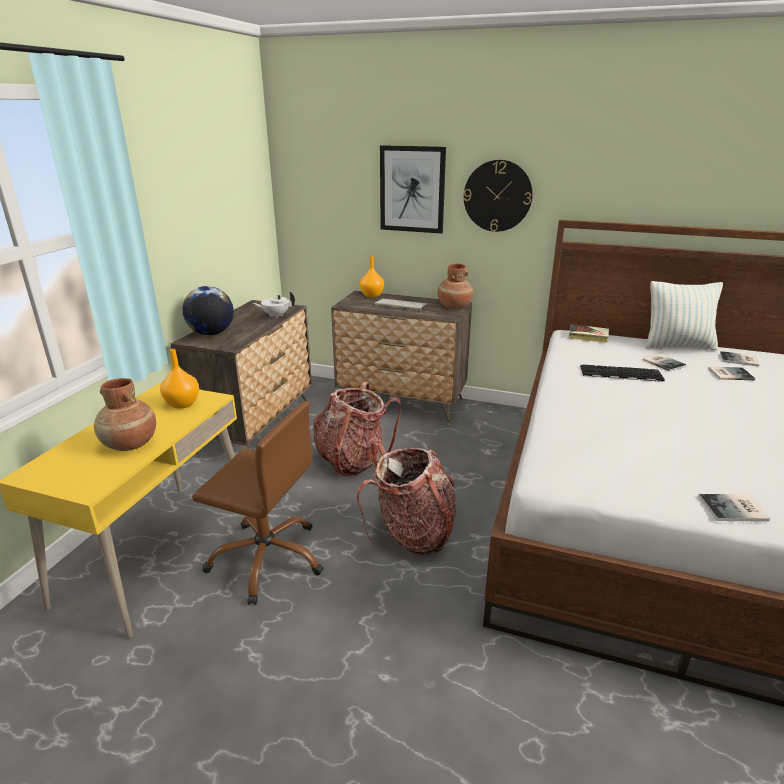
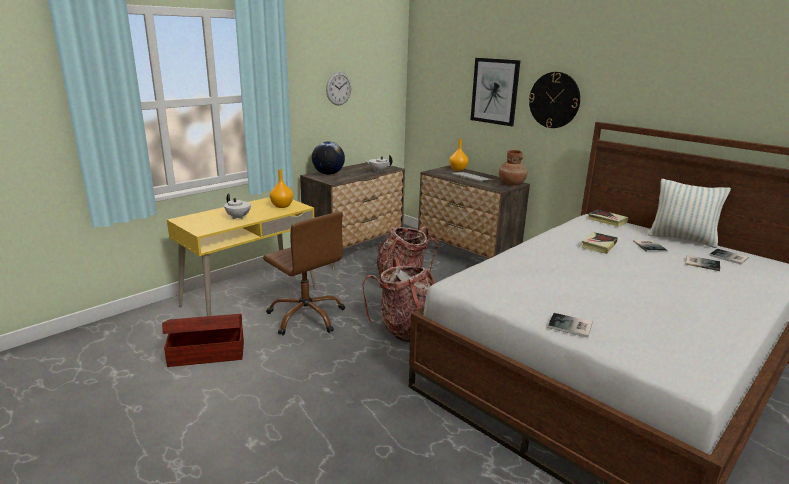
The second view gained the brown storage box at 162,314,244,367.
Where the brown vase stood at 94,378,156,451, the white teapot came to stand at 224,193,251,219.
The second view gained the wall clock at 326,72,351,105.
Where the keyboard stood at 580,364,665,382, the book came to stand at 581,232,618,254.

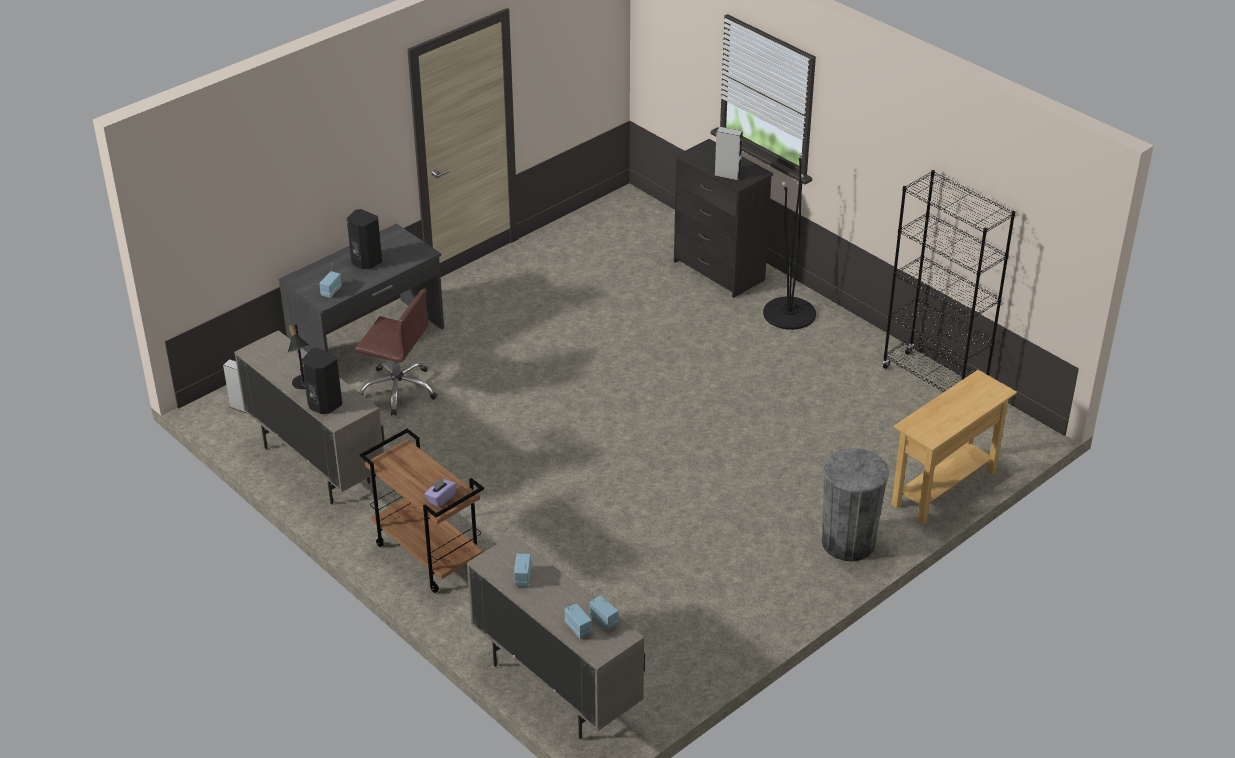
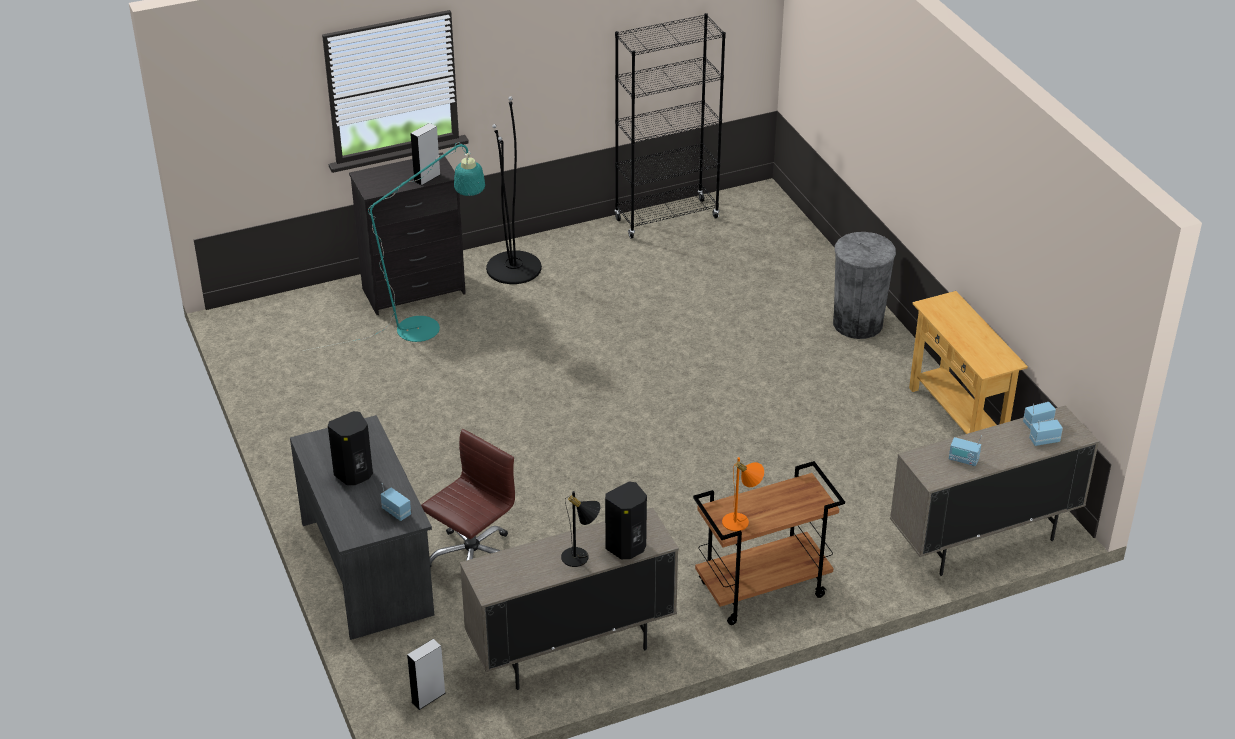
The second view gained the turquoise floor lamp at 302,142,485,351.
The second view gained the orange table lamp at 722,457,764,531.
The beige console table ended up elsewhere, having gone from 891,370,1017,525 to 909,291,1028,434.
The second view lost the purple tissue box at 424,478,457,508.

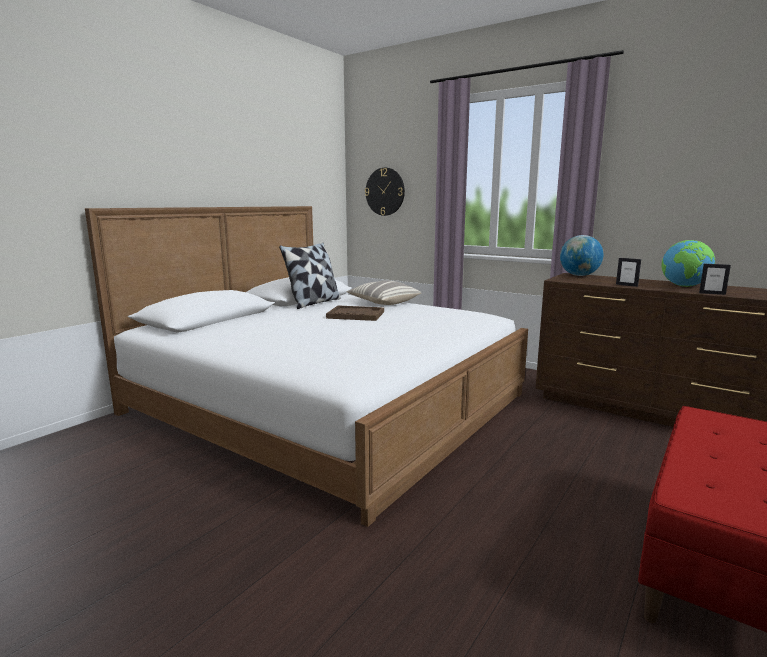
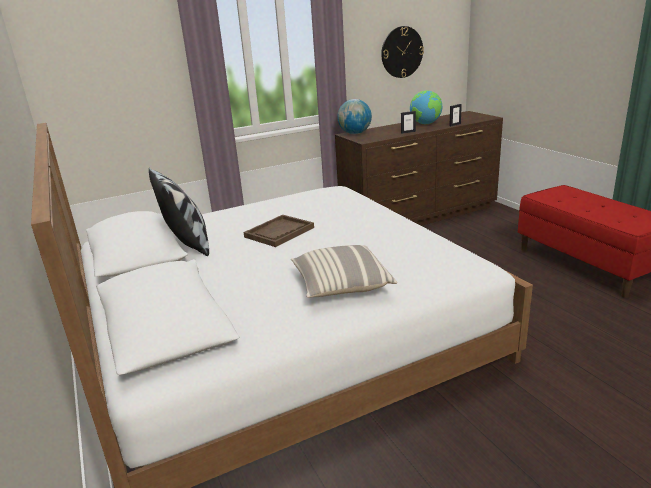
The pillow ended up elsewhere, having gone from 347,280,421,305 to 291,245,397,298.
The wall clock ended up elsewhere, having gone from 365,168,405,216 to 381,26,424,78.

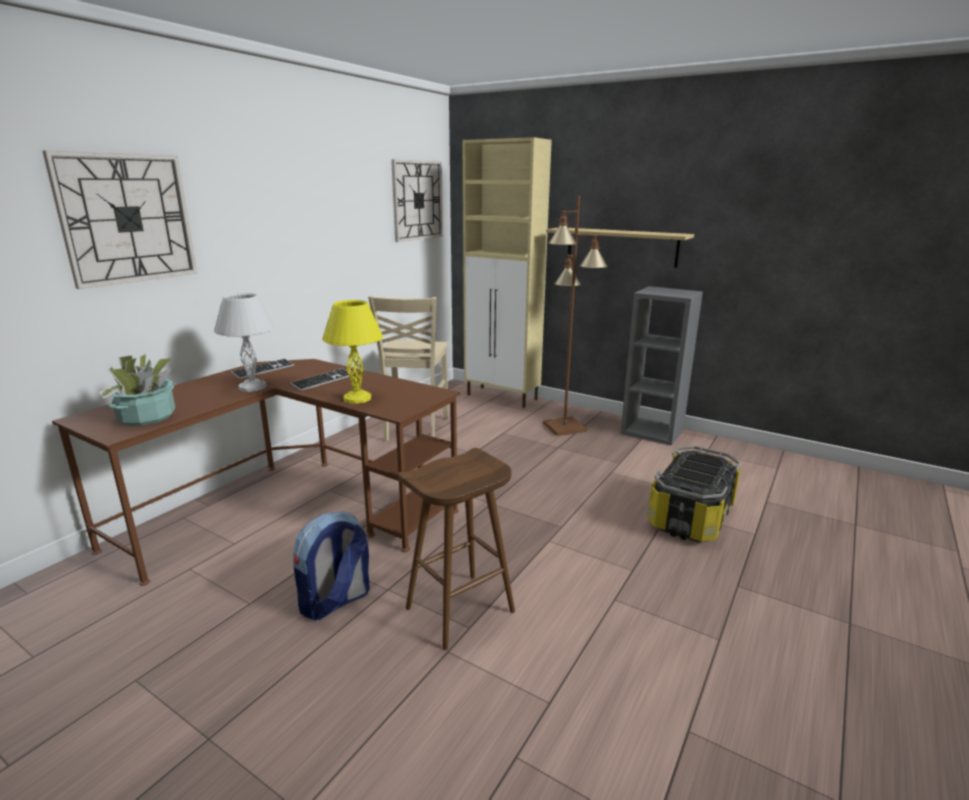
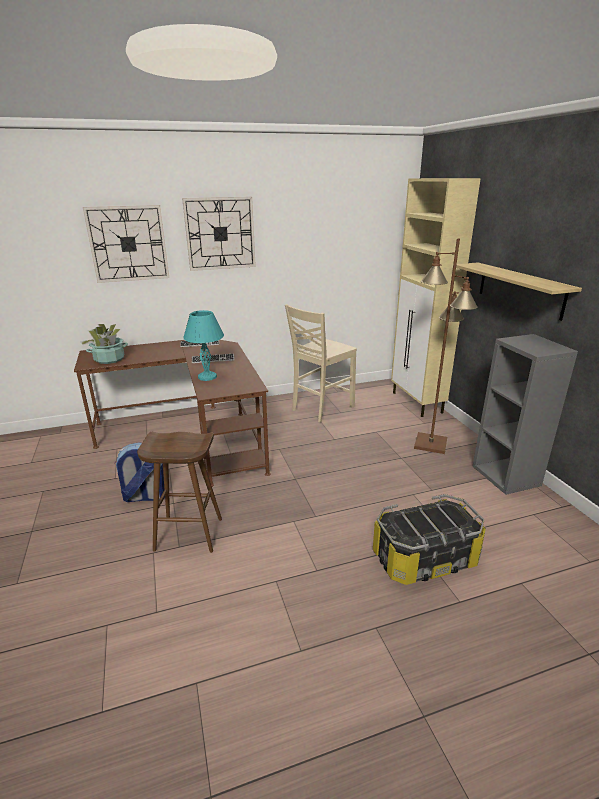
The wall clock ended up elsewhere, having gone from 391,159,443,242 to 182,197,256,271.
What was the yellow table lamp at 322,300,383,404 turned into the turquoise table lamp at 183,310,224,381.
The second view lost the white table lamp at 214,293,274,392.

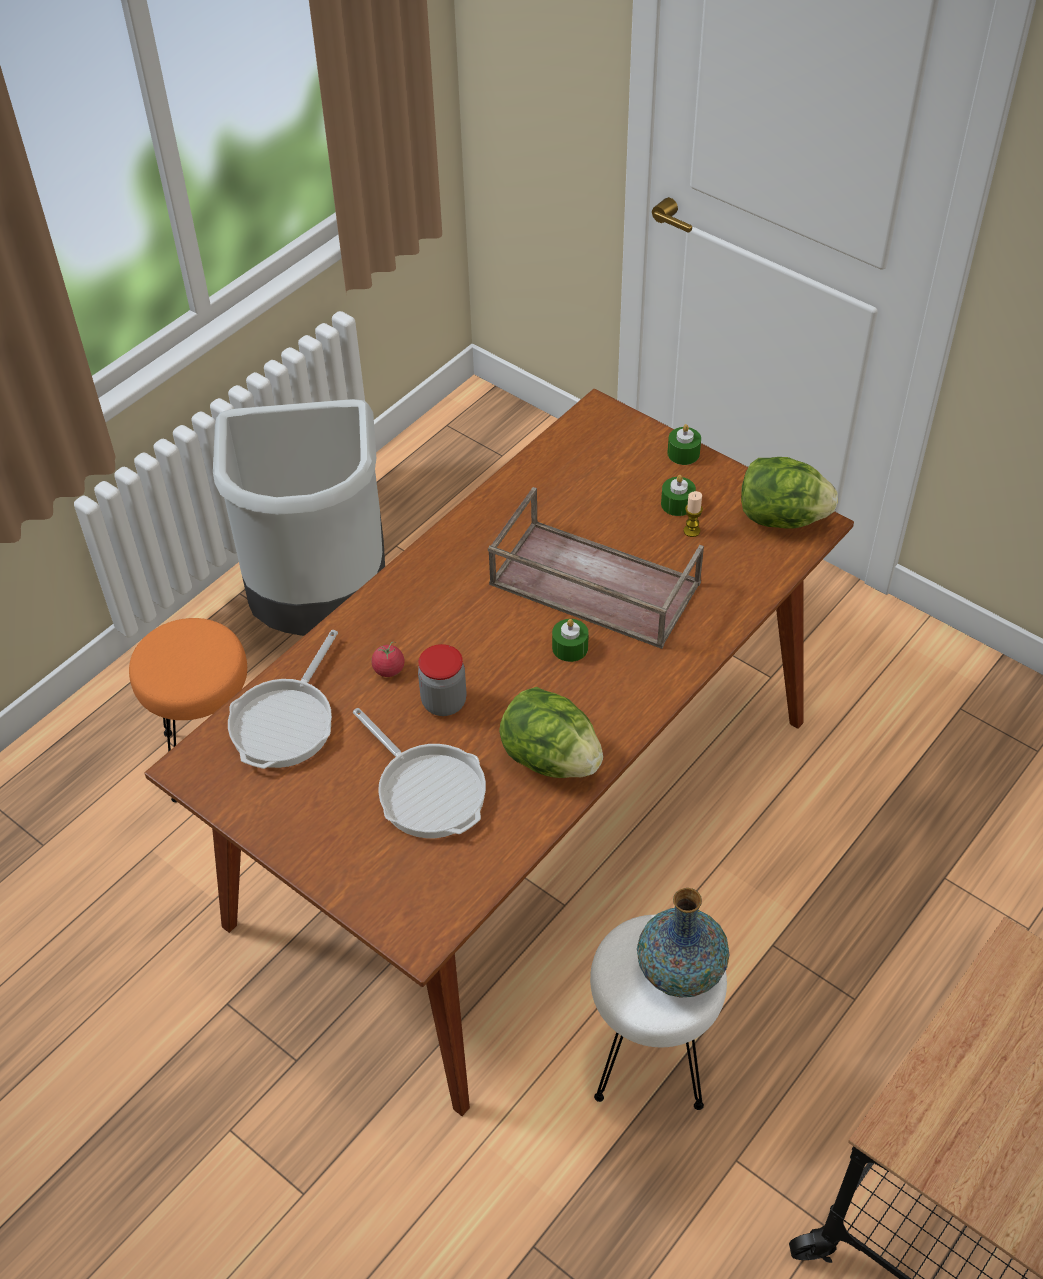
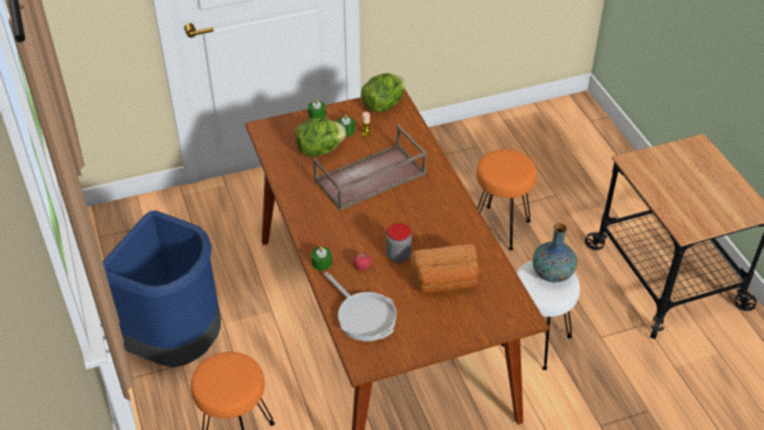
What was the grey trash can at 213,399,385,636 turned into the blue trash can at 103,211,221,367.
The lettuce ended up elsewhere, having gone from 499,687,603,778 to 295,118,346,157.
The green candle ended up elsewhere, having gone from 552,619,589,662 to 311,246,332,271.
Where the frying pan stood at 353,708,486,838, the bread came to stand at 410,244,479,293.
The second view gained the orange stool at 476,150,537,250.

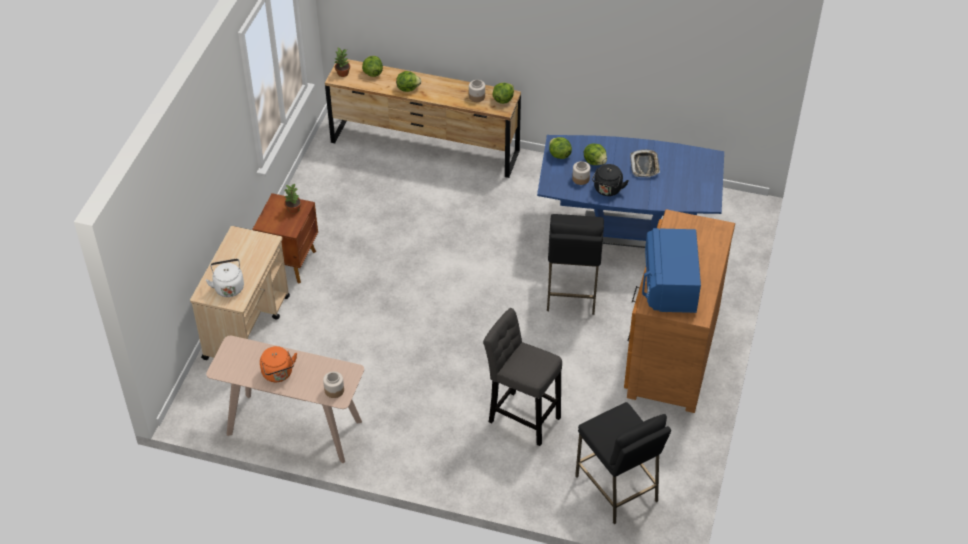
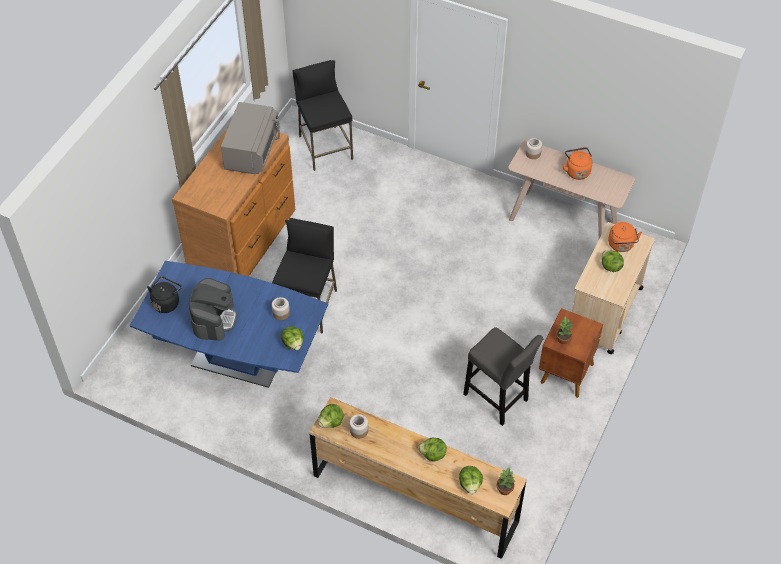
The black kettle ended up elsewhere, having gone from 592,164,629,196 to 147,276,182,313.
Where the tray stood at 630,149,660,177, the coffee machine came to stand at 189,278,237,341.
What was the blue microwave at 642,228,701,313 turned into the grey microwave at 221,102,280,174.
The grey stool ended up elsewhere, having gone from 483,308,562,446 to 463,327,543,426.
The lettuce ended up elsewhere, having gone from 584,143,607,165 to 602,250,624,272.
What was the white kettle at 206,259,244,297 turned into the orange kettle at 608,222,642,252.

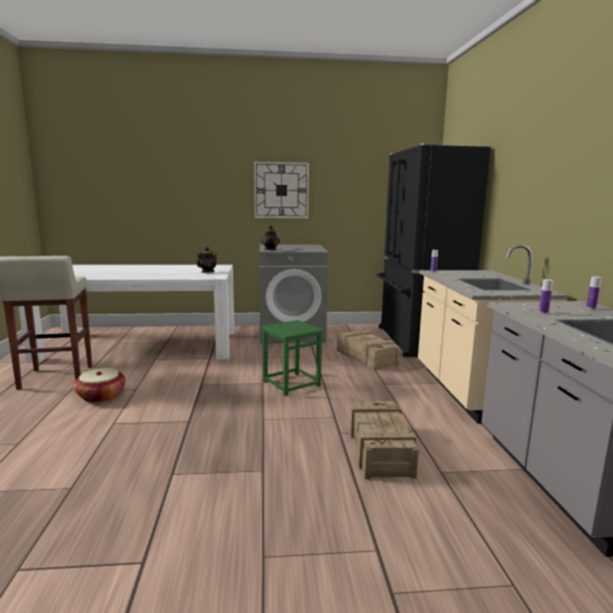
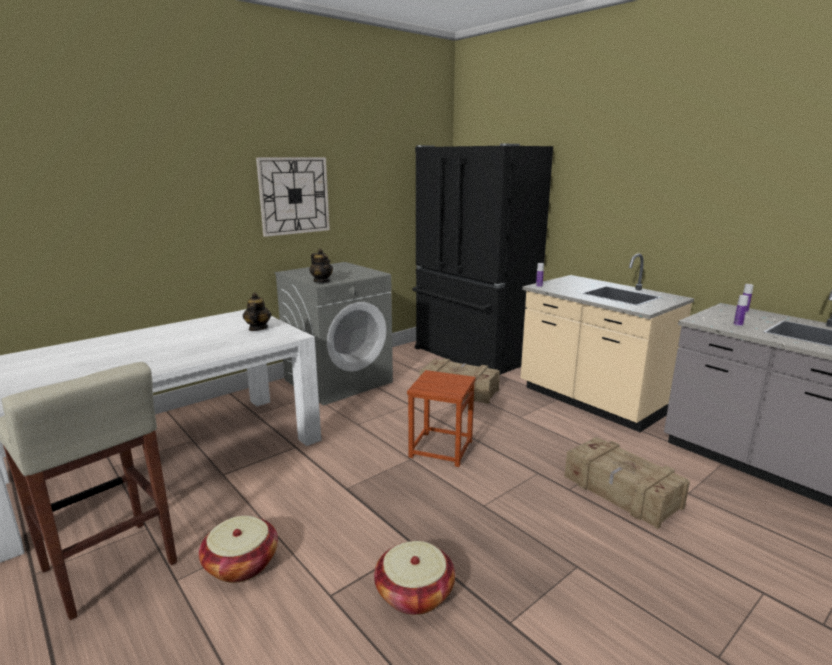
The second view gained the basket at 374,541,455,615.
What was the green stool at 262,320,323,396 turned into the brown stool at 407,370,476,467.

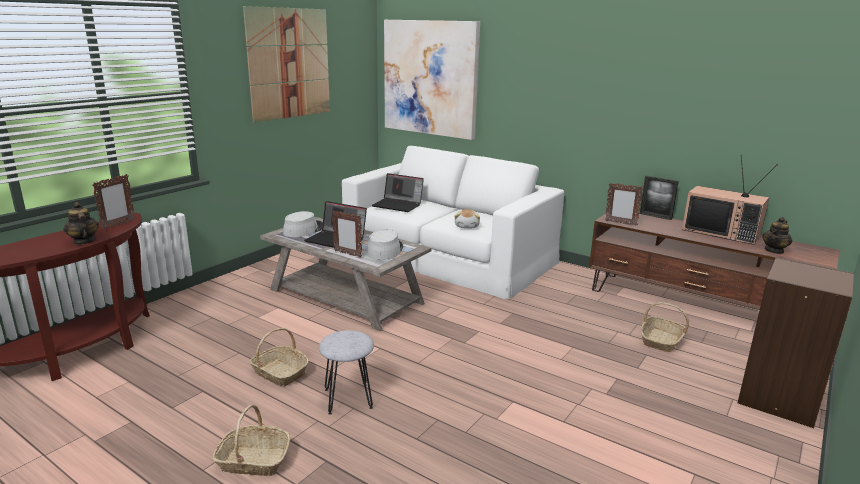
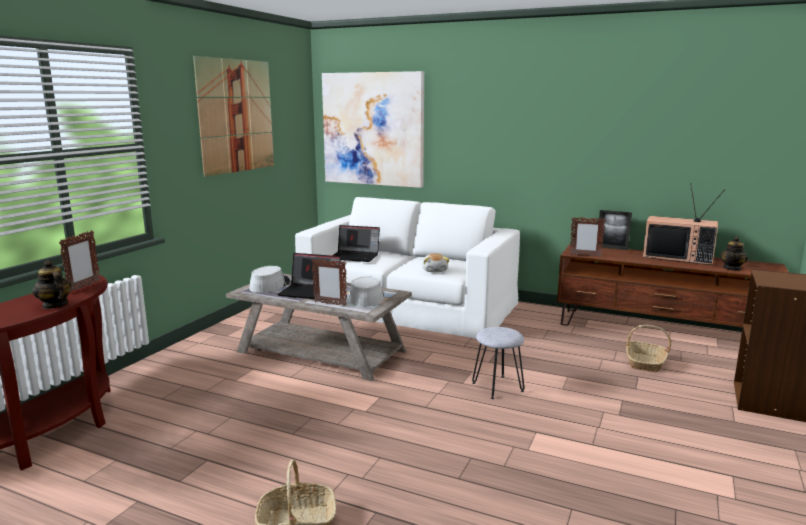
The grey stool ended up elsewhere, having gone from 319,330,374,415 to 472,327,525,399.
The second view lost the basket at 250,328,309,387.

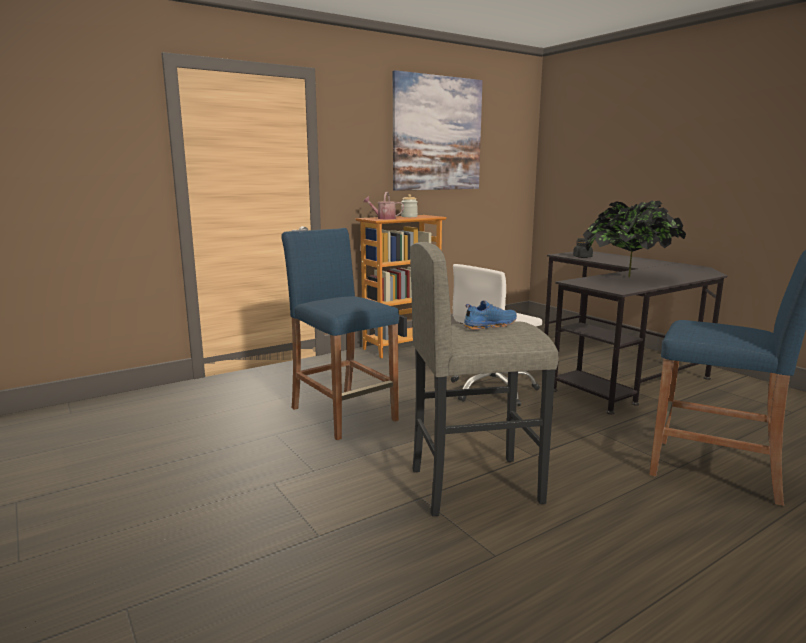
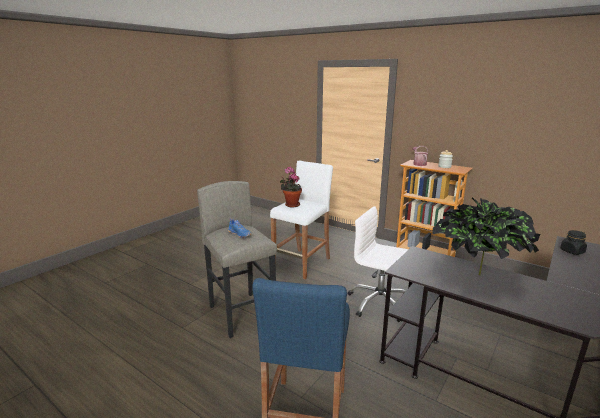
What was the blue stool at 282,228,399,440 turned into the white stool at 270,161,333,280.
The second view gained the potted plant at 280,167,302,207.
The second view lost the picture at 393,70,482,191.

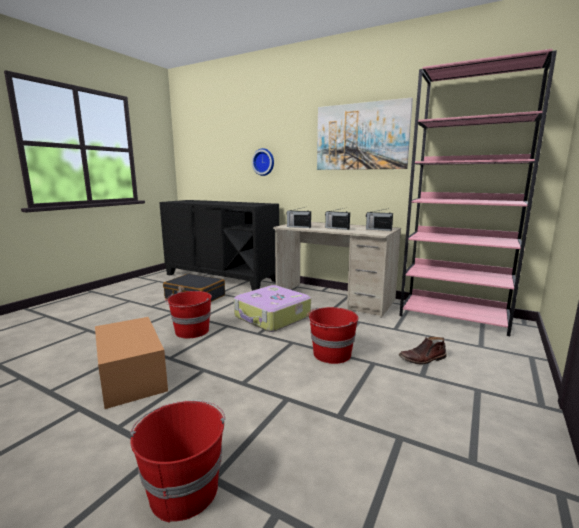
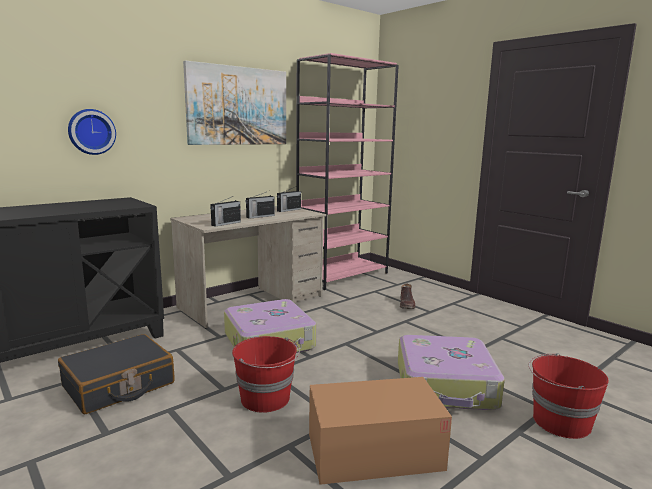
The second view gained the suitcase at 398,335,505,410.
The second view lost the red bucket at 307,307,359,364.

